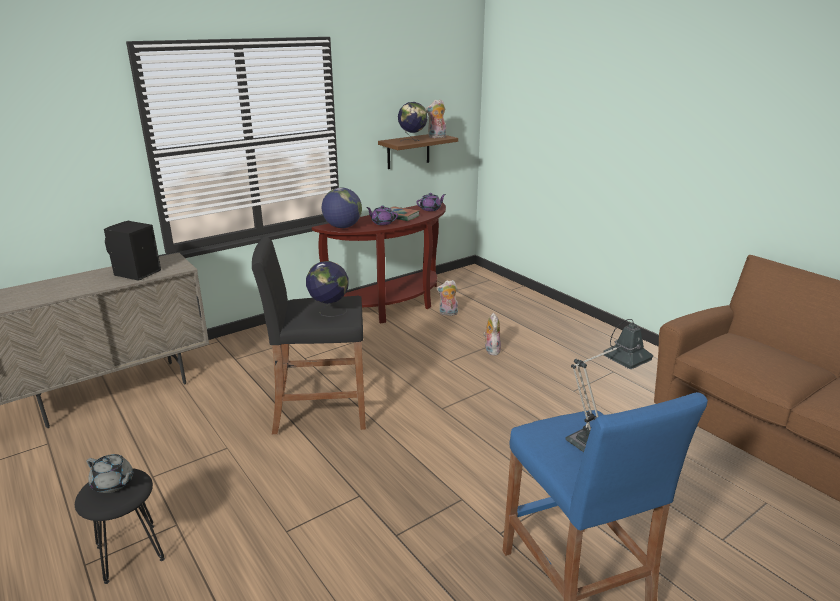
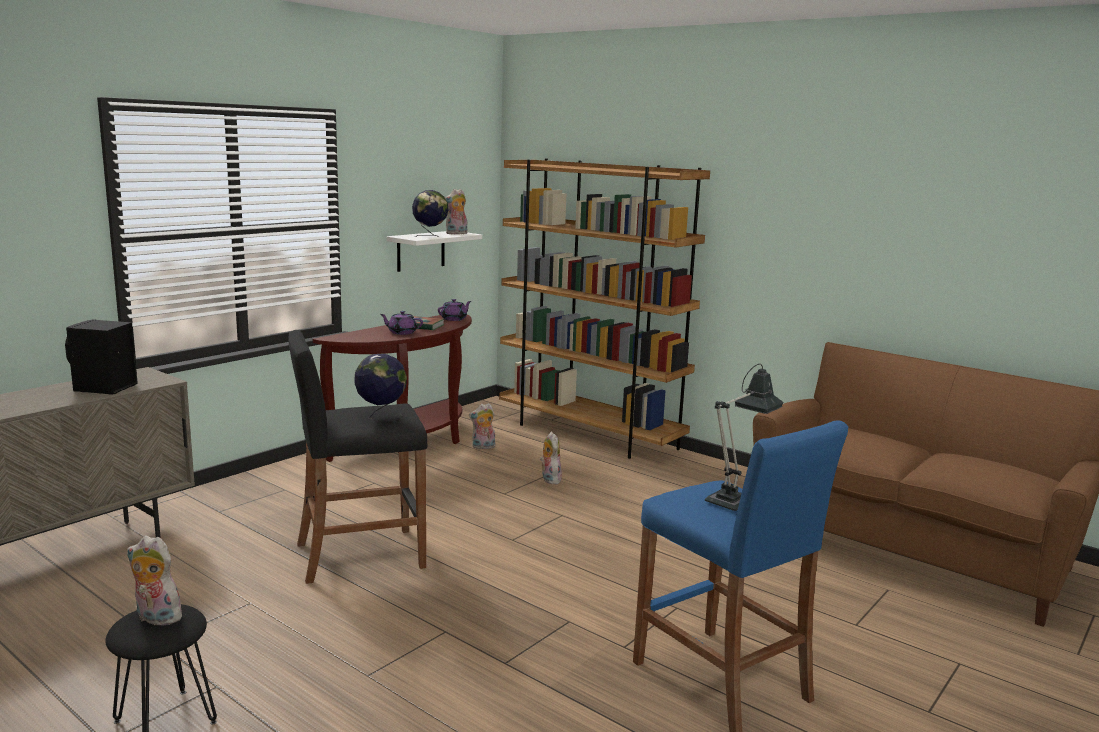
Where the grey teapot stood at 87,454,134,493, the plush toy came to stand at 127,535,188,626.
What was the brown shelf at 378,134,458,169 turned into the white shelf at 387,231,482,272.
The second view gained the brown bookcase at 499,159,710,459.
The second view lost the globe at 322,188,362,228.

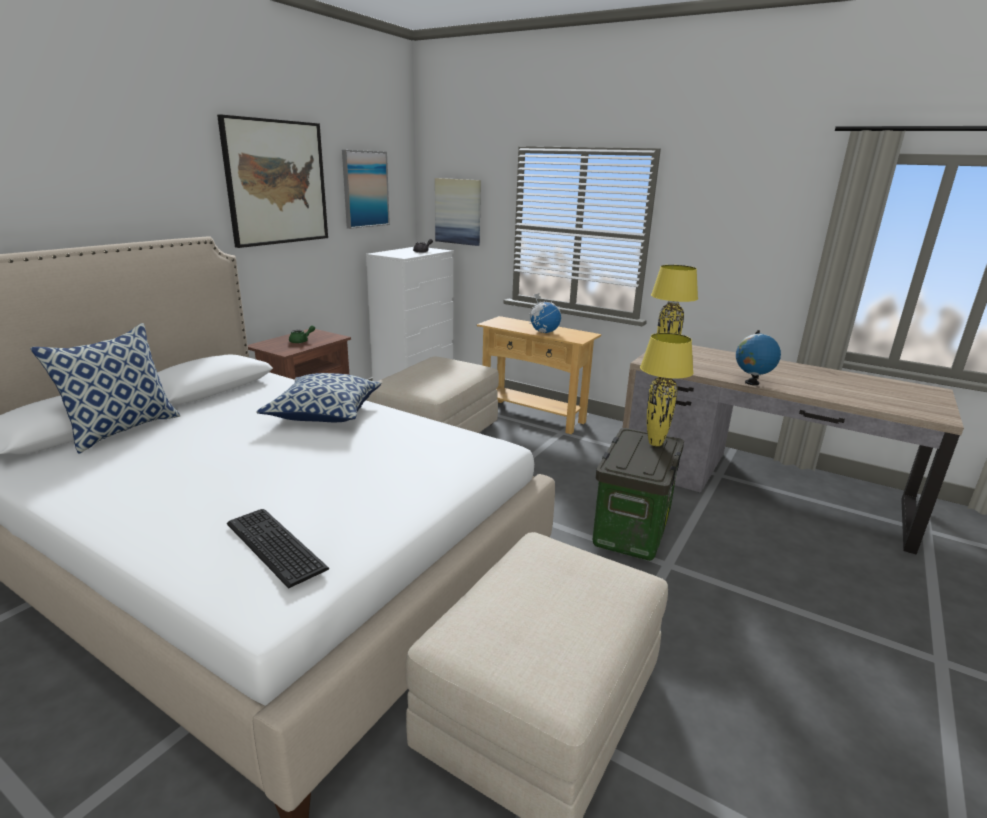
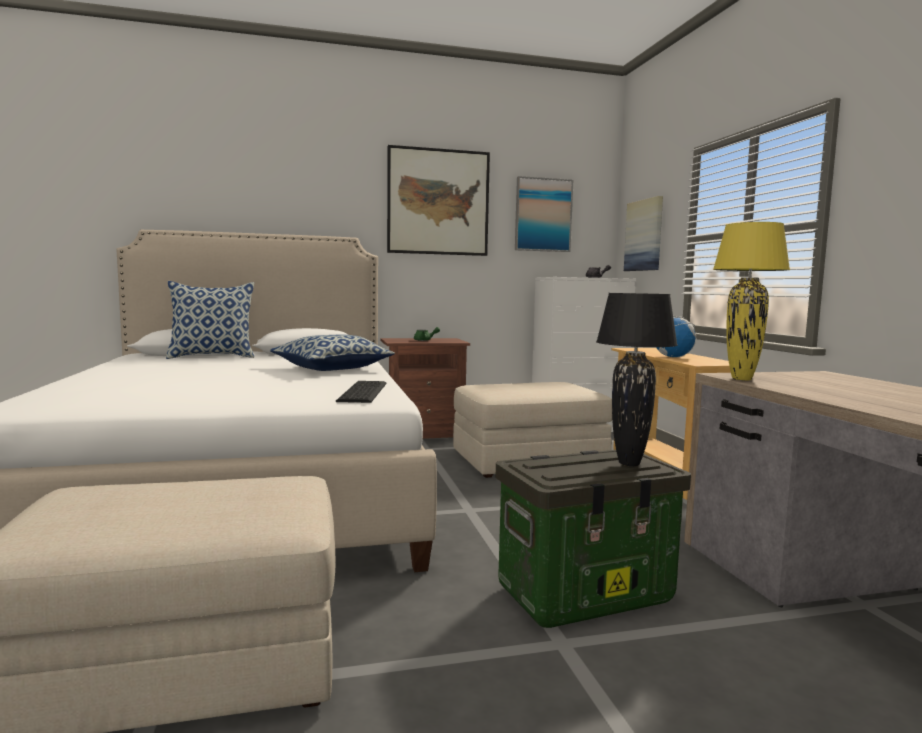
The keyboard ended up elsewhere, having gone from 227,509,329,589 to 336,381,386,403.
What was the yellow table lamp at 640,333,694,446 turned into the black table lamp at 596,293,678,466.
The second view lost the globe at 736,330,781,385.

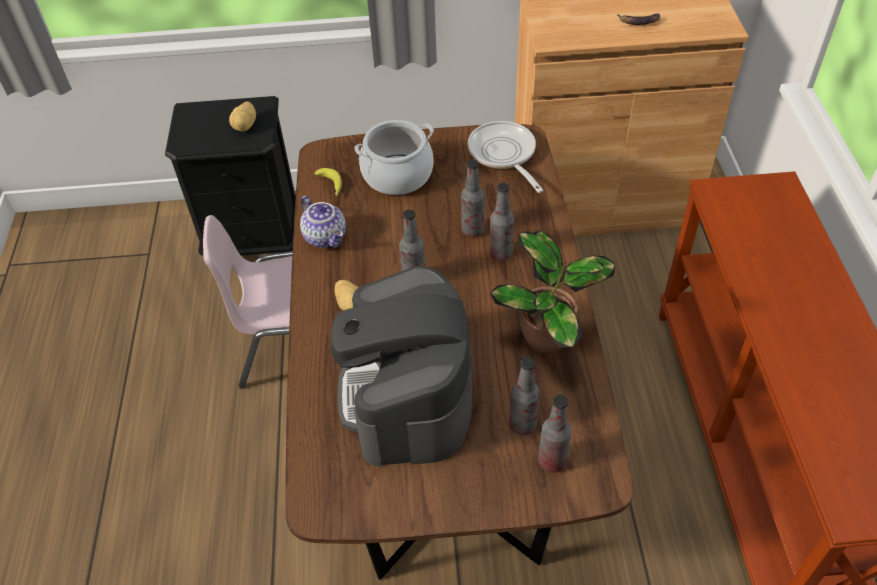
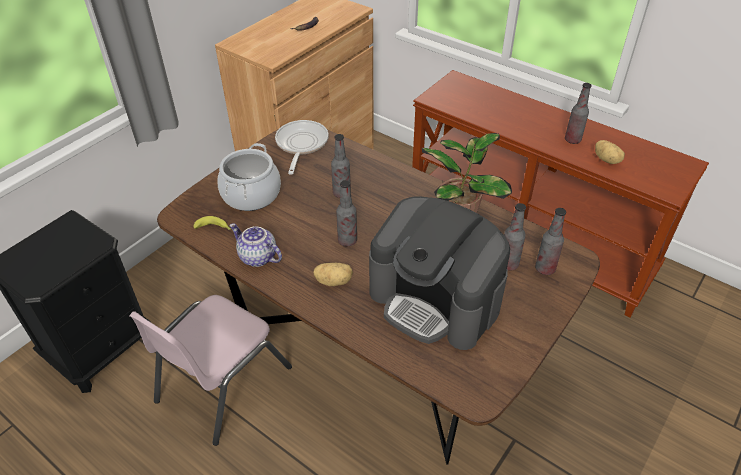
The teapot at 300,196,346,248 ended up facing another way, 150 degrees counterclockwise from before.
The frying pan at 468,121,544,193 ended up facing another way, 75 degrees clockwise from before.
The bottle ended up elsewhere, having gone from 489,183,514,261 to 565,83,592,144.
The potato ended up elsewhere, having gone from 229,101,256,132 to 595,140,625,164.

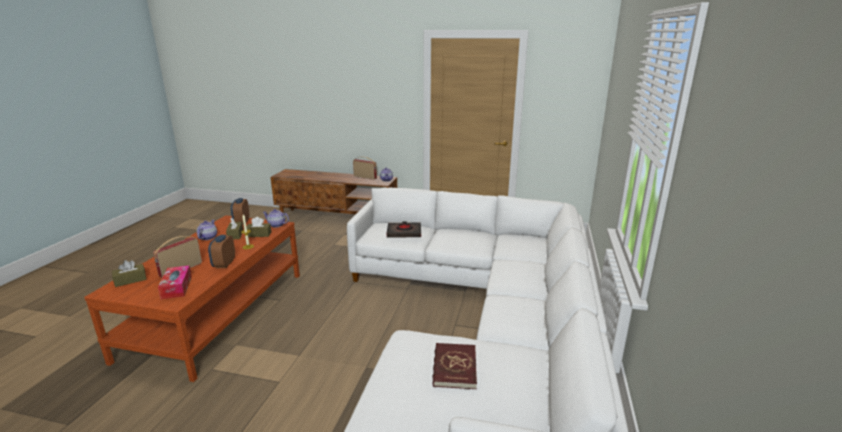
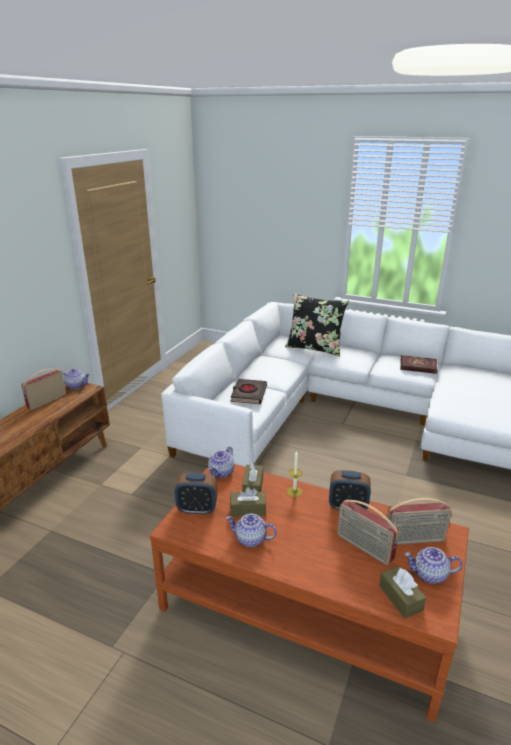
The second view gained the black pillow at 285,294,349,356.
Where the tissue box stood at 158,265,192,299, the radio came to stand at 387,498,452,545.
The red book ended up elsewhere, having gone from 432,343,477,389 to 400,355,438,374.
The second view gained the teapot at 404,547,462,584.

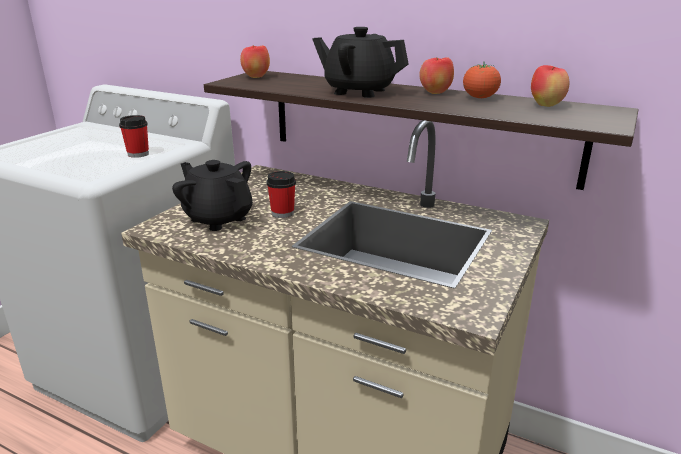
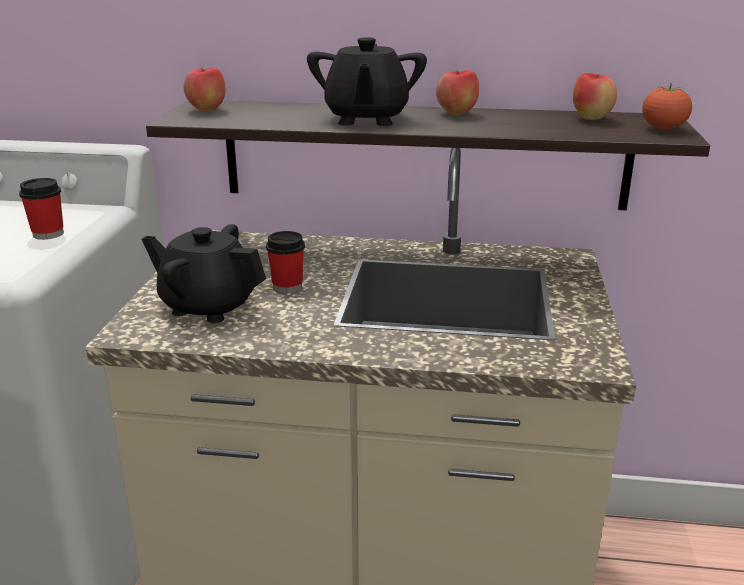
The black teapot at 312,27,408,98 ended up facing another way, 90 degrees counterclockwise from before.
The tomato ended up elsewhere, having gone from 463,63,501,98 to 642,83,692,130.

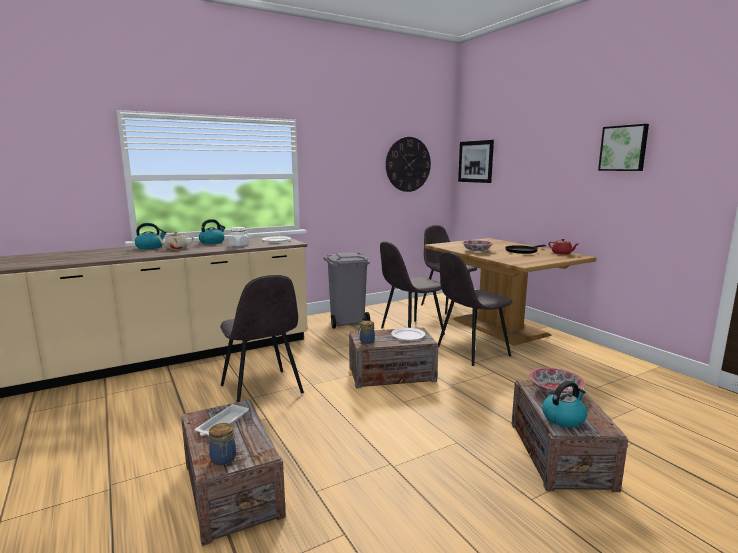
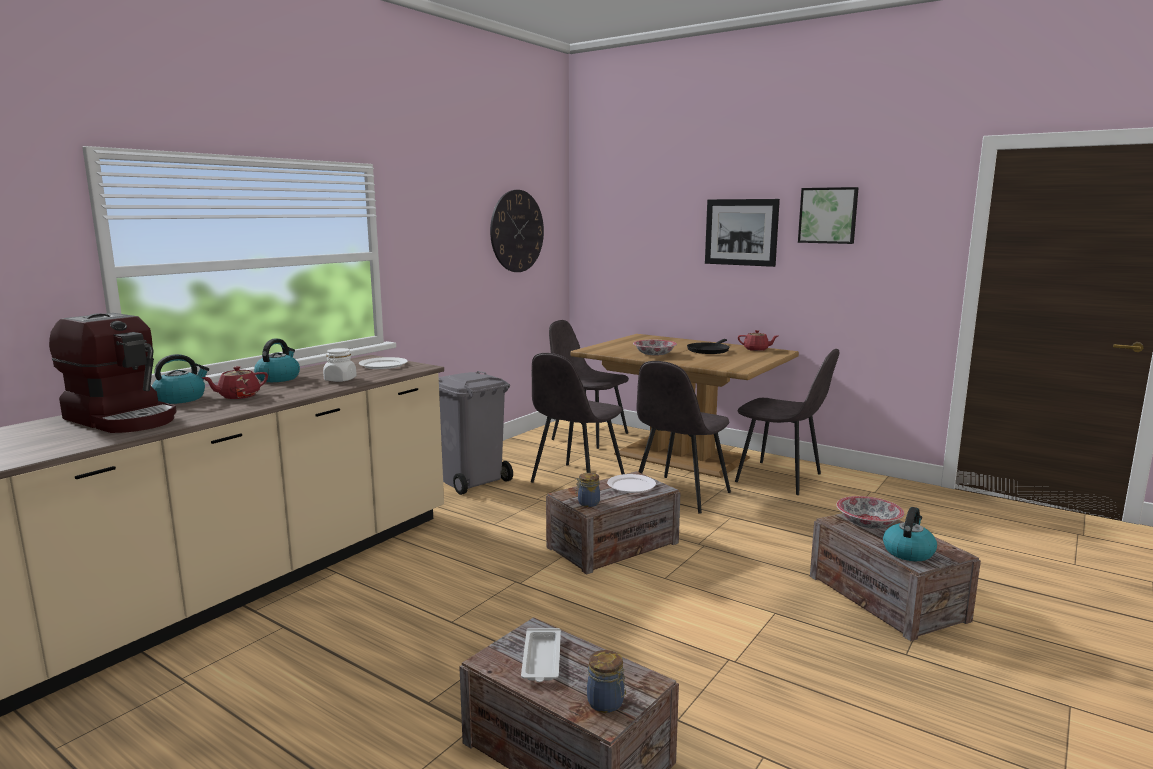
The second view gained the coffee machine at 49,313,177,433.
What was the beige teapot at 156,232,194,250 turned into the red teapot at 202,366,268,399.
The picture ended up elsewhere, having gone from 458,140,494,183 to 705,199,780,267.
The grey chair ended up elsewhere, having gone from 220,275,304,403 to 735,349,839,495.

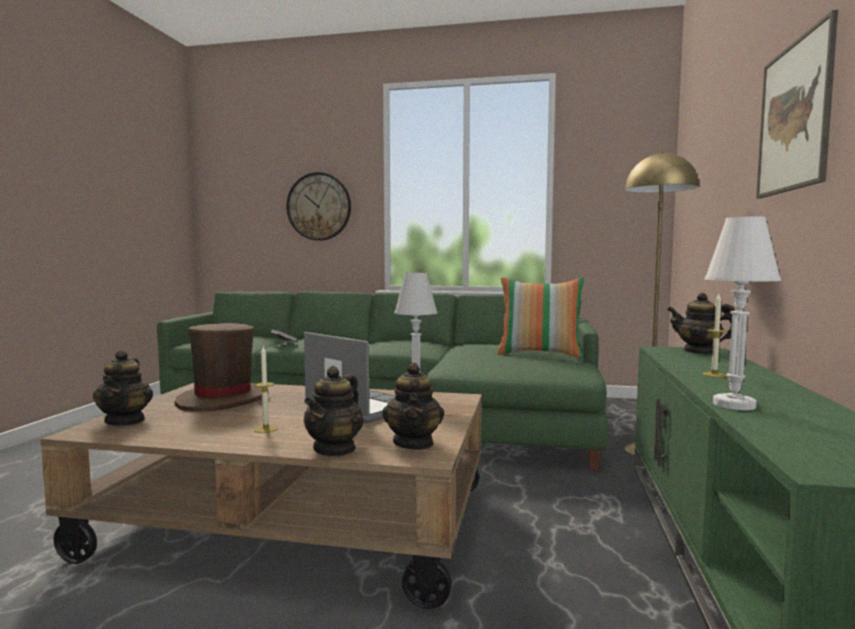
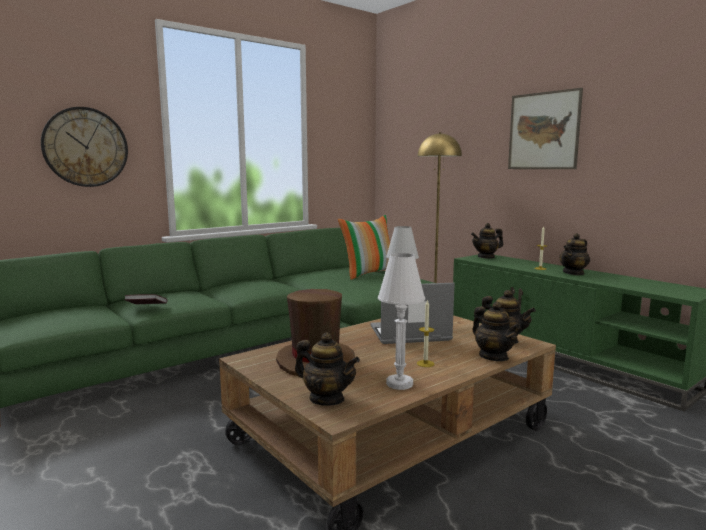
The white table lamp ended up elsewhere, having gone from 705,216,781,410 to 378,253,425,390.
The second view gained the teapot at 559,233,590,275.

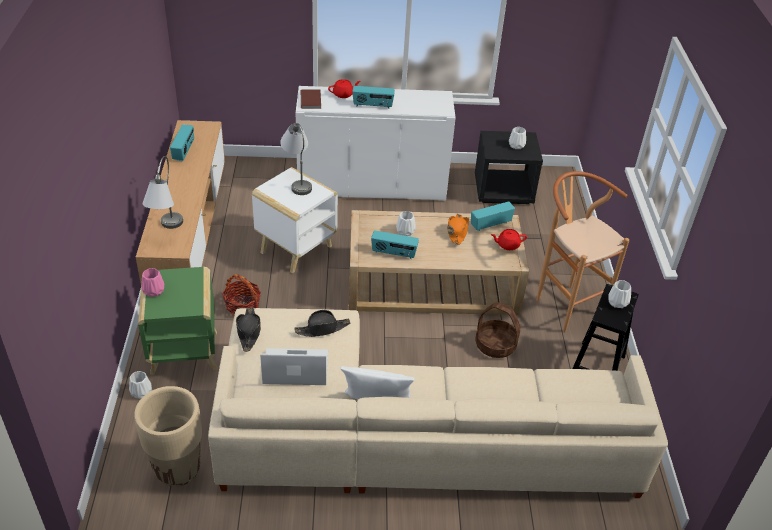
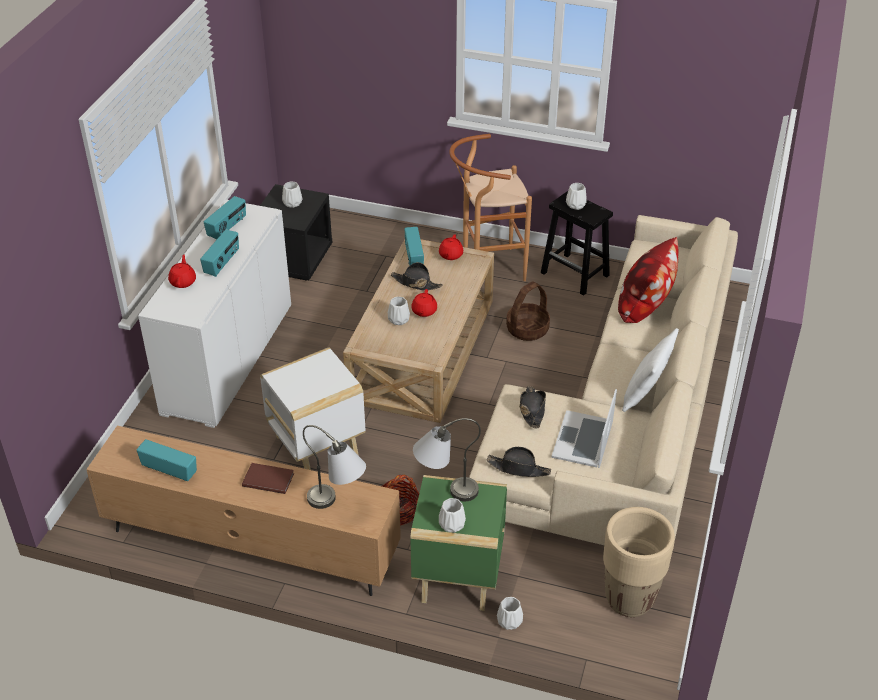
The radio ended up elsewhere, having gone from 371,230,419,259 to 204,196,246,240.
The brown book ended up elsewhere, having gone from 301,90,321,109 to 242,463,294,494.
What was the orange hat at 447,214,469,245 turned into the black hat at 391,262,443,291.
The second view gained the red teapot at 411,289,437,317.
The grey table lamp ended up elsewhere, having gone from 280,123,312,195 to 413,418,481,502.
What was the pink vase at 141,268,164,297 turned into the white vase at 439,498,466,533.
The second view gained the pillow at 618,237,678,323.

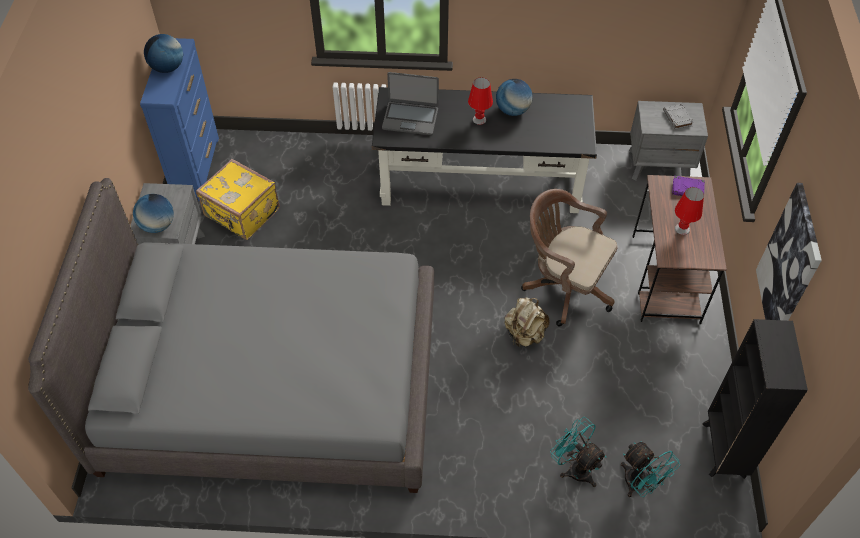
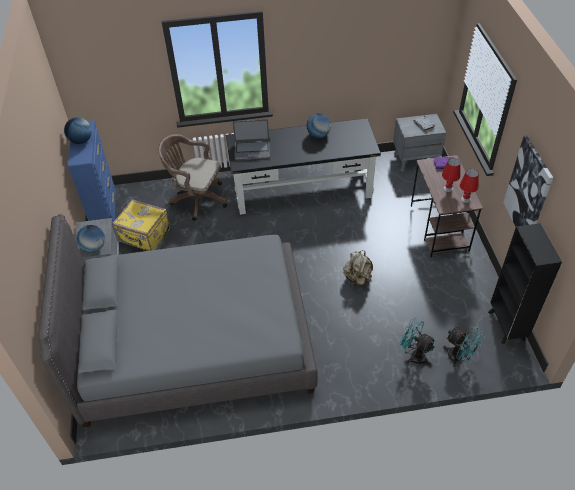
The brown office chair ended up elsewhere, having gone from 521,189,618,326 to 158,134,227,221.
The red table lamp ended up elsewhere, having gone from 468,77,493,125 to 460,169,479,203.

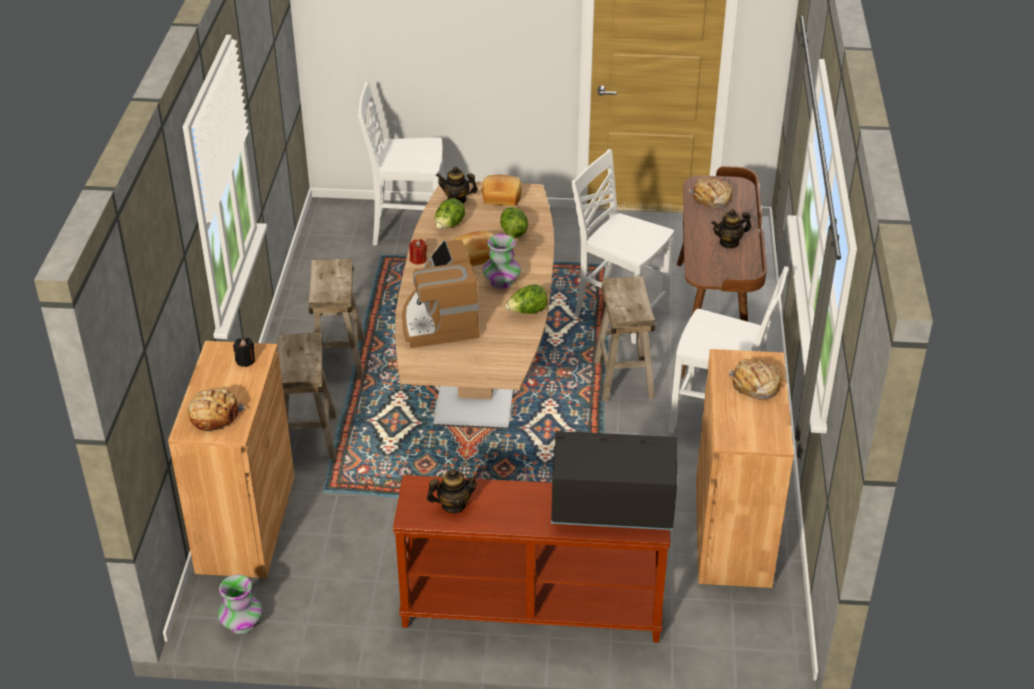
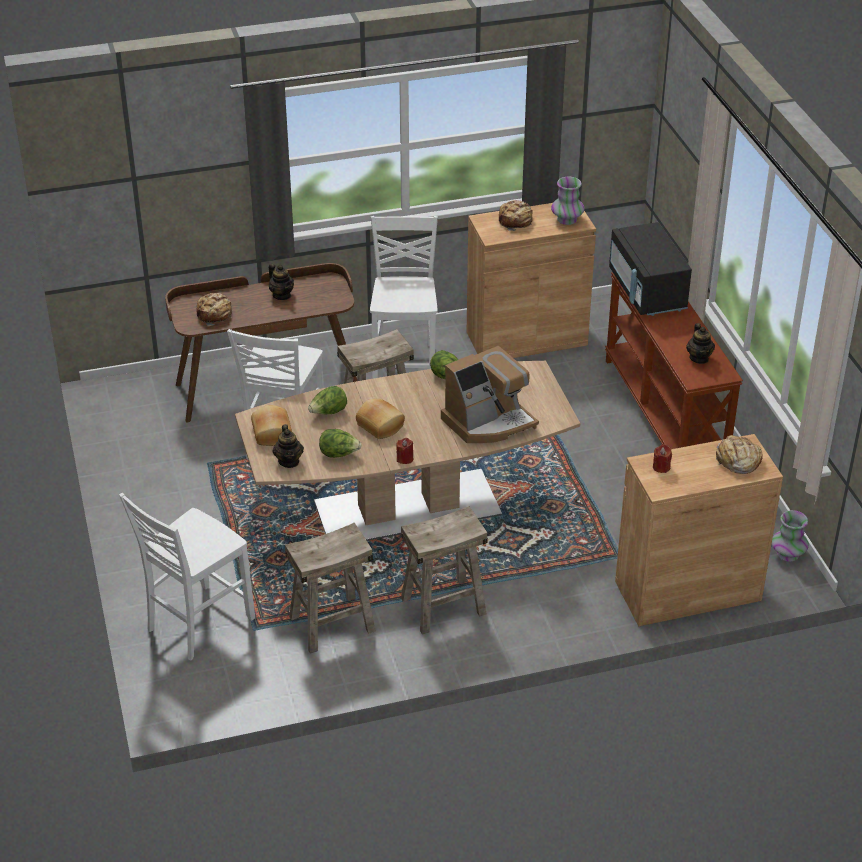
The white chair at 358,82,444,246 ended up facing another way, 60 degrees clockwise from before.
The beige stool ended up elsewhere, having gone from 278,332,336,460 to 285,523,376,654.
The vase ended up elsewhere, having gone from 482,234,521,289 to 551,177,585,225.
What was the black candle at 233,338,255,367 turned into the red candle at 653,444,672,473.
The teapot at 427,469,479,513 ended up facing another way, 150 degrees counterclockwise from before.

